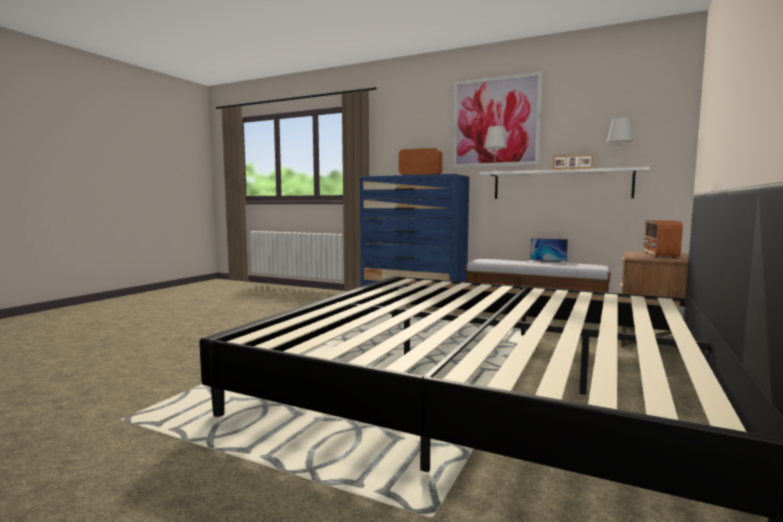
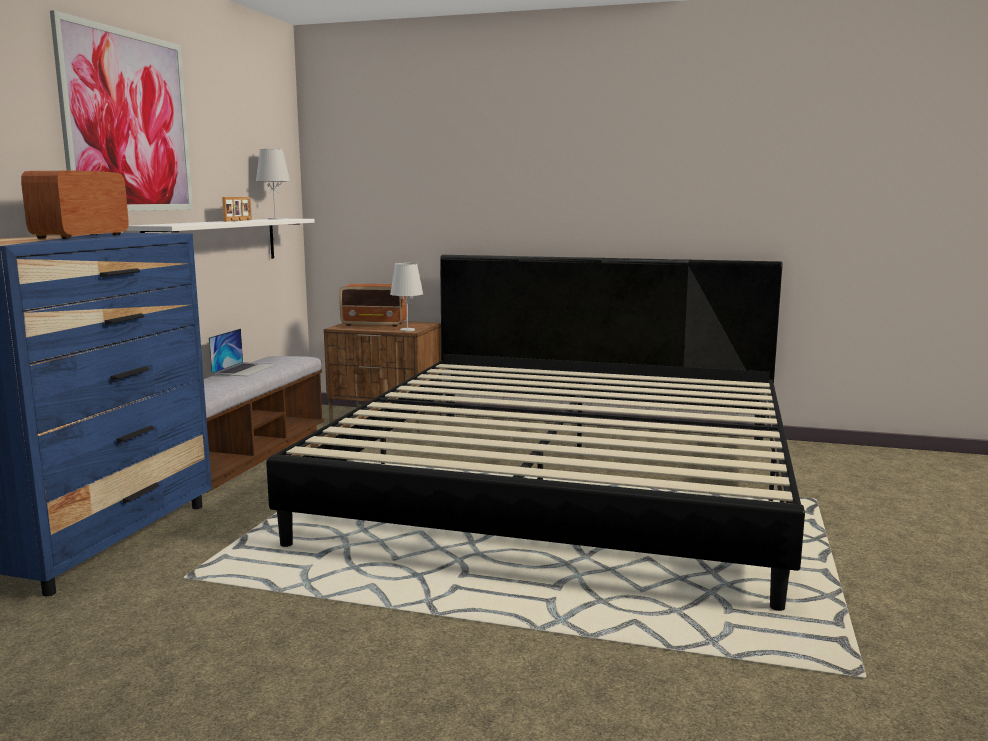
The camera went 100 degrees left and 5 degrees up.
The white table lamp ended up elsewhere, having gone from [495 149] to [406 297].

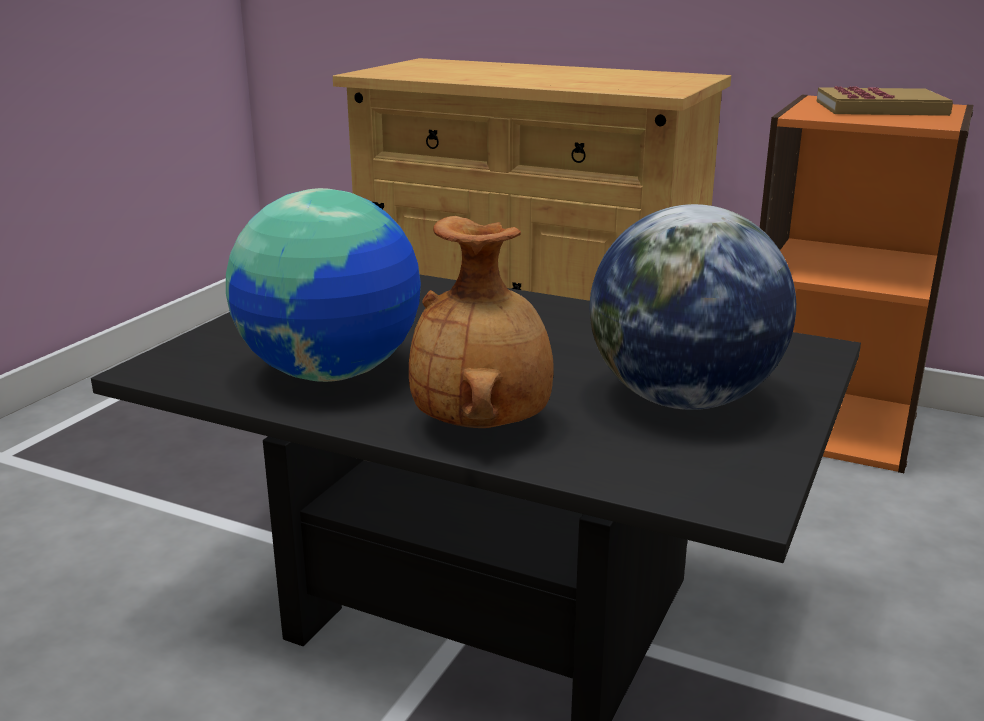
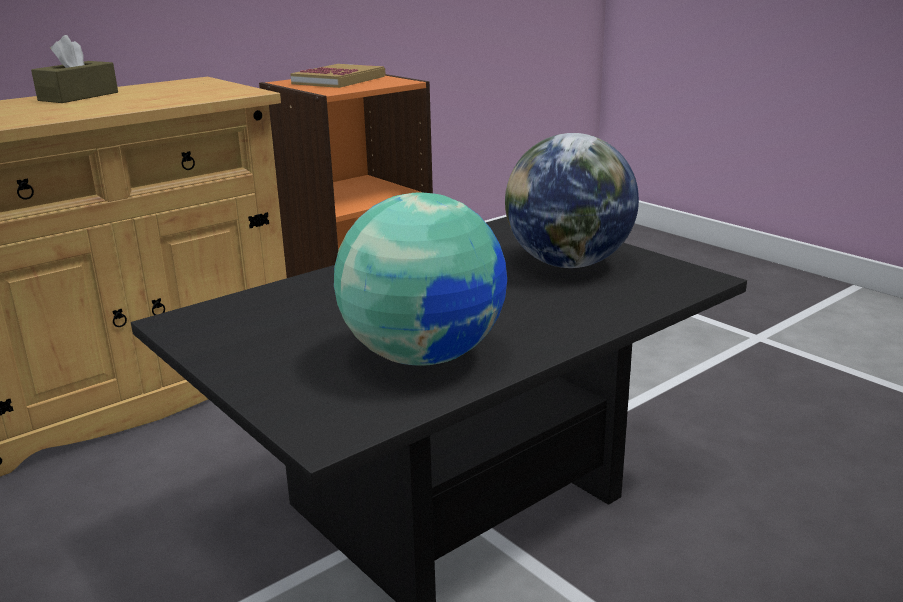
The camera went 65 degrees left and 0 degrees up.
The second view gained the brown tissue box at [74 69].
The second view lost the brown vase at [481 322].

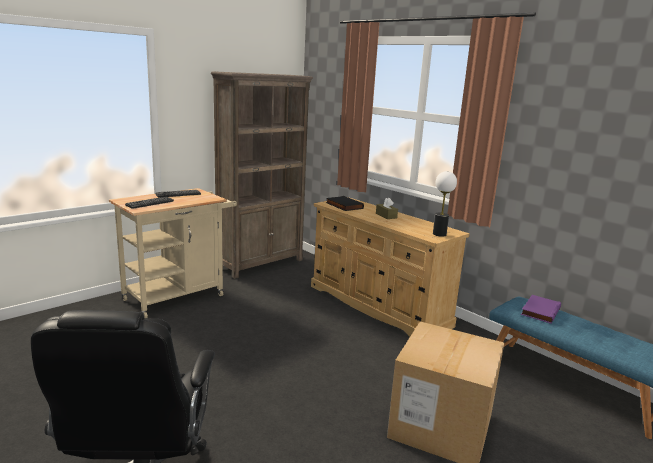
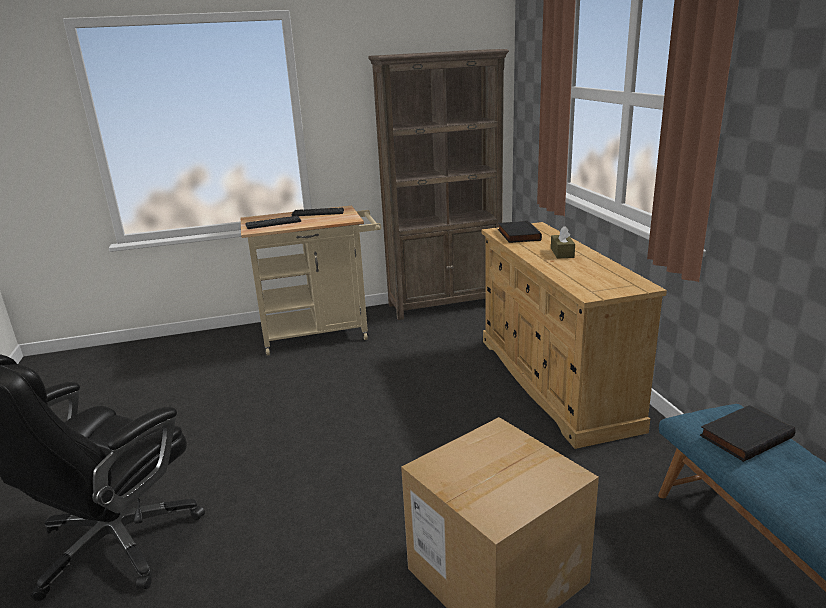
The camera went 30 degrees right and 5 degrees up.
What was the purple book at [541 309] turned into the black book at [747 433].
The second view lost the table lamp at [445 204].

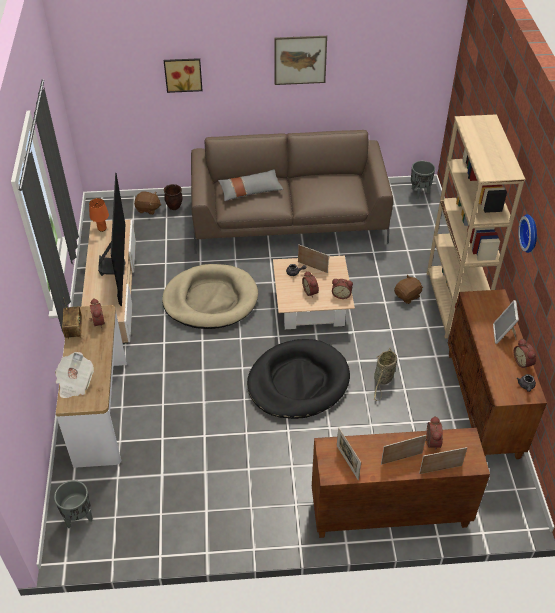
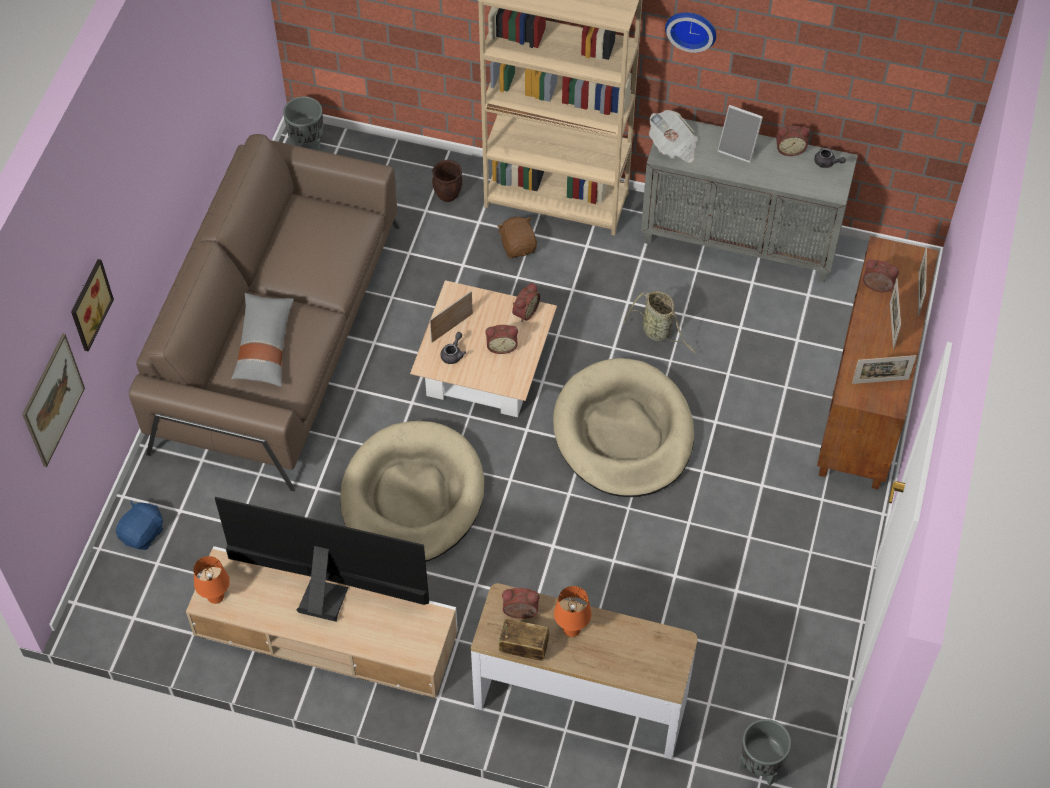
The camera went 70 degrees left and 10 degrees up.
The picture ended up elsewhere, having gone from [300 60] to [53 400].
What was the brown plush toy at [147 203] turned into the blue plush toy at [139 525].
The brown planter ended up elsewhere, having gone from [173 197] to [447 181].
What was the black dog bed at [298 379] turned into the beige dog bed at [623 427].
The second view gained the orange table lamp at [573 611].
What was the brown cabinet at [497 374] turned into the grey cabinet at [749 200].
The newspaper ended up elsewhere, having gone from [74 375] to [673 136].

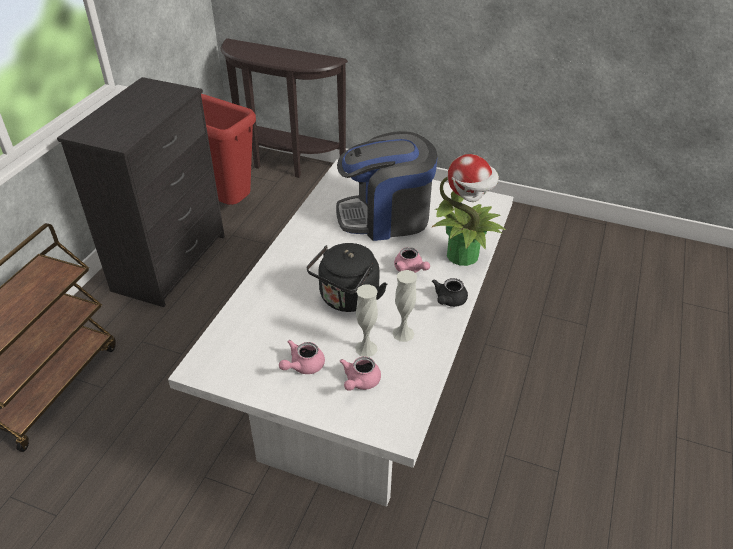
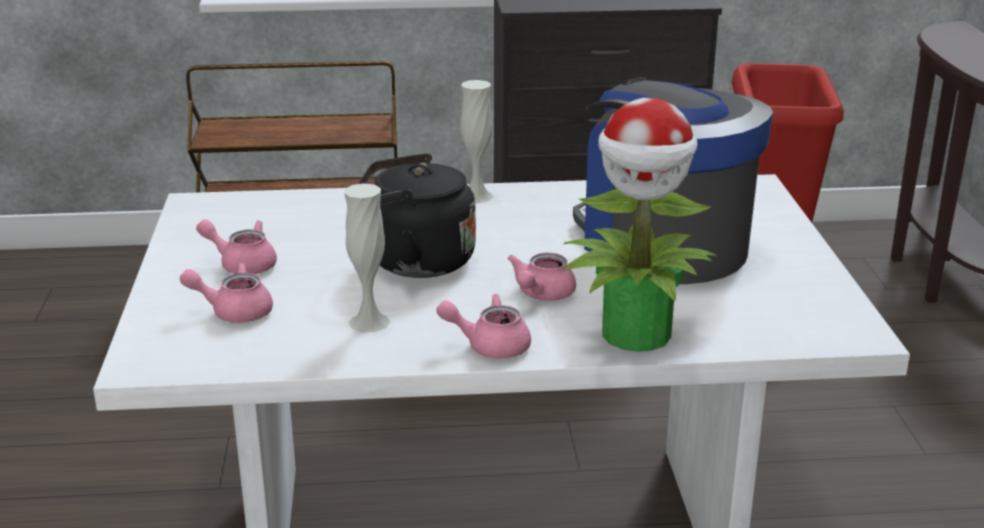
The camera went 65 degrees right and 15 degrees down.
What was the black teapot at [450 292] turned into the pink teapot at [483 326].
The white vase ended up elsewhere, having gone from [366 320] to [477 141].

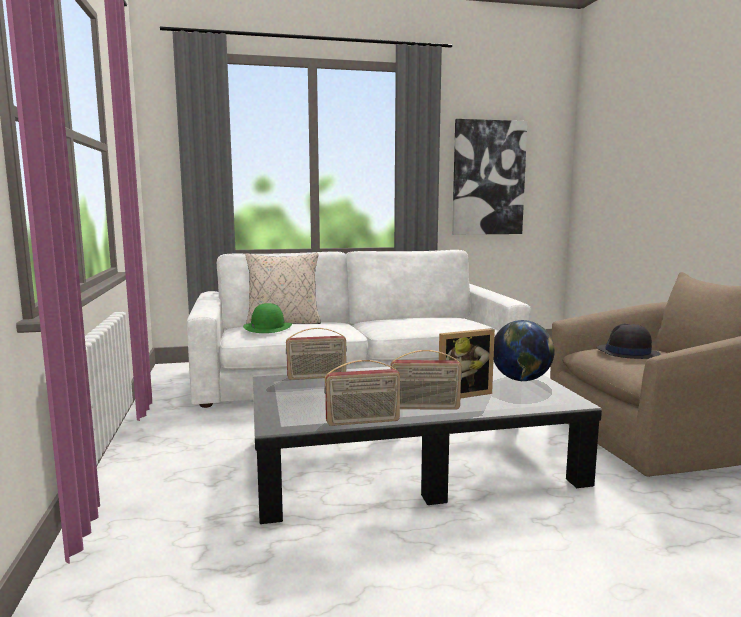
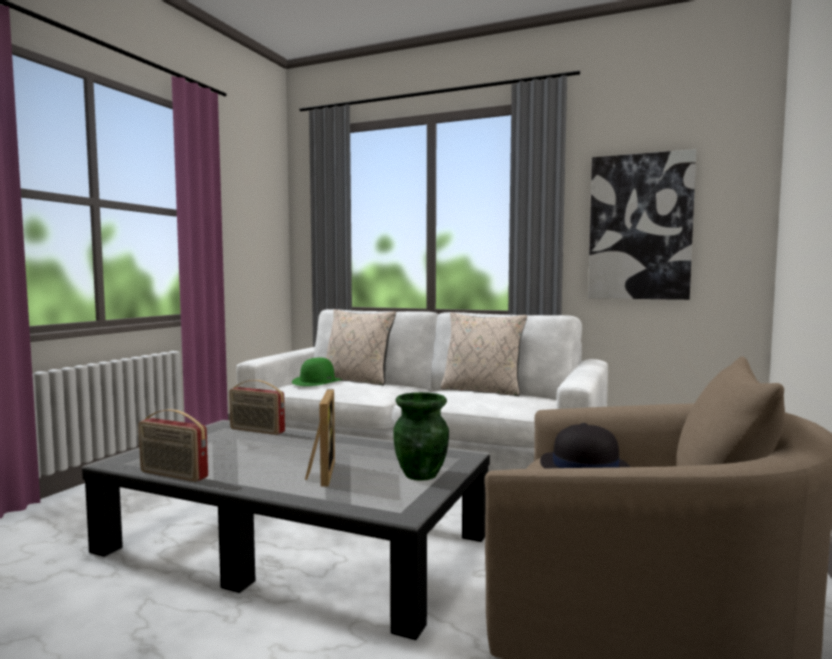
The camera went 35 degrees right and 5 degrees down.
The picture frame at [467 363] ended up facing another way, 105 degrees counterclockwise from before.
Where the globe stood at [524 351], the green vase came to stand at [421 436].
The second view gained the beige pillow at [484 354].
The second view lost the radio at [426 380].

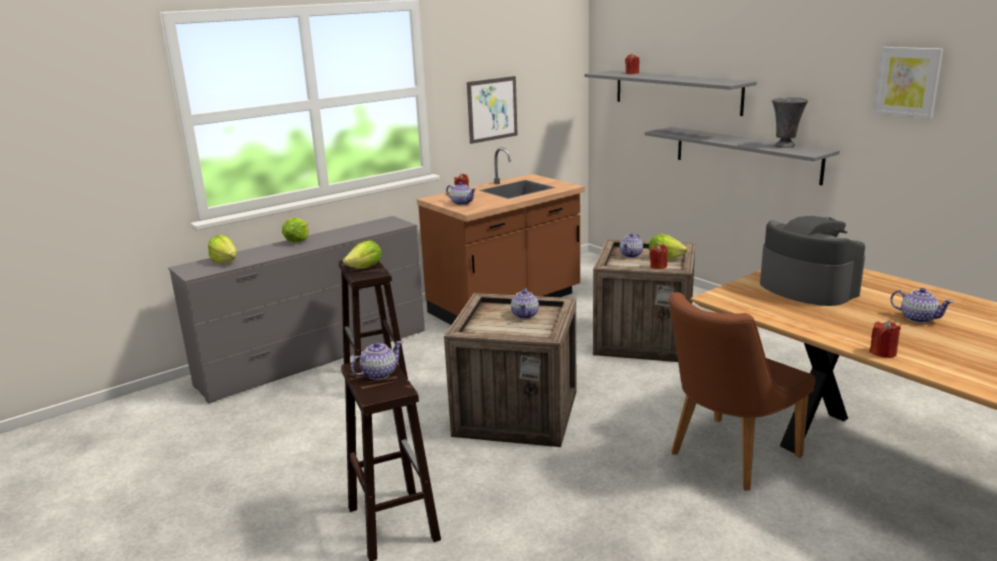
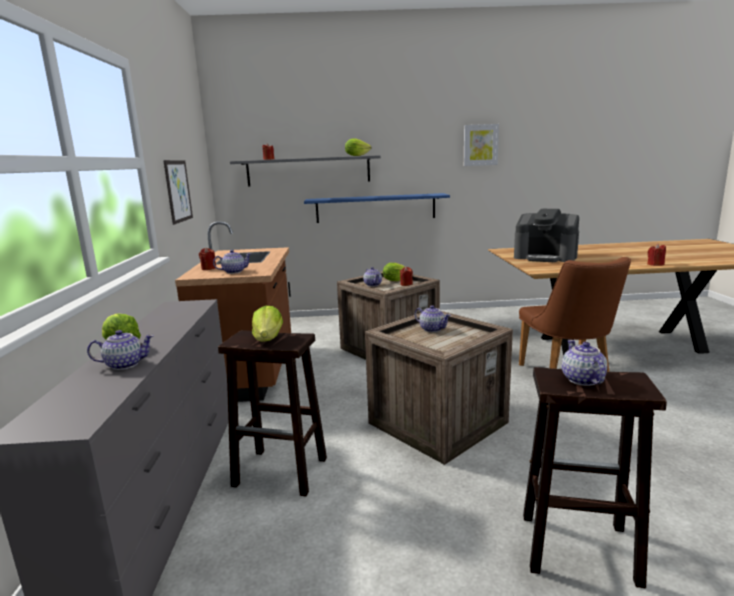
The camera went 55 degrees left and 5 degrees down.
The teapot ended up elsewhere, having gone from [921 305] to [120 350].
What was the grey shelf at [742 156] turned into the blue shelf at [377 208].
The lettuce ended up elsewhere, having gone from [222 249] to [358 147].
The coffee machine at [812 261] ended up facing another way, 150 degrees counterclockwise from before.
The second view lost the grey vase at [790 122].

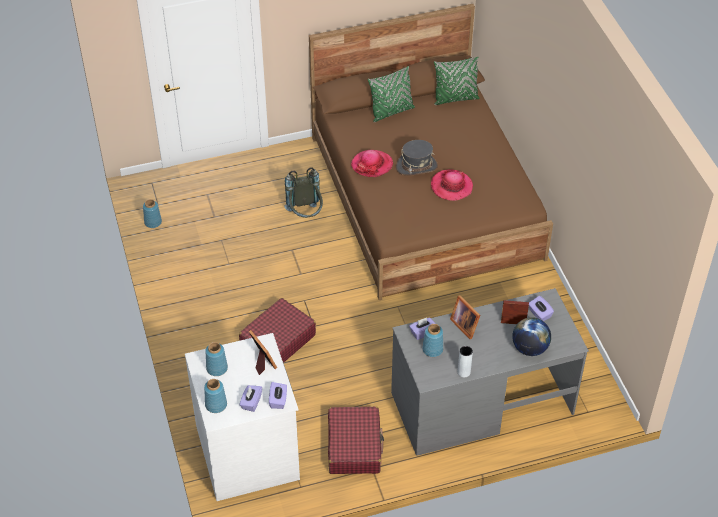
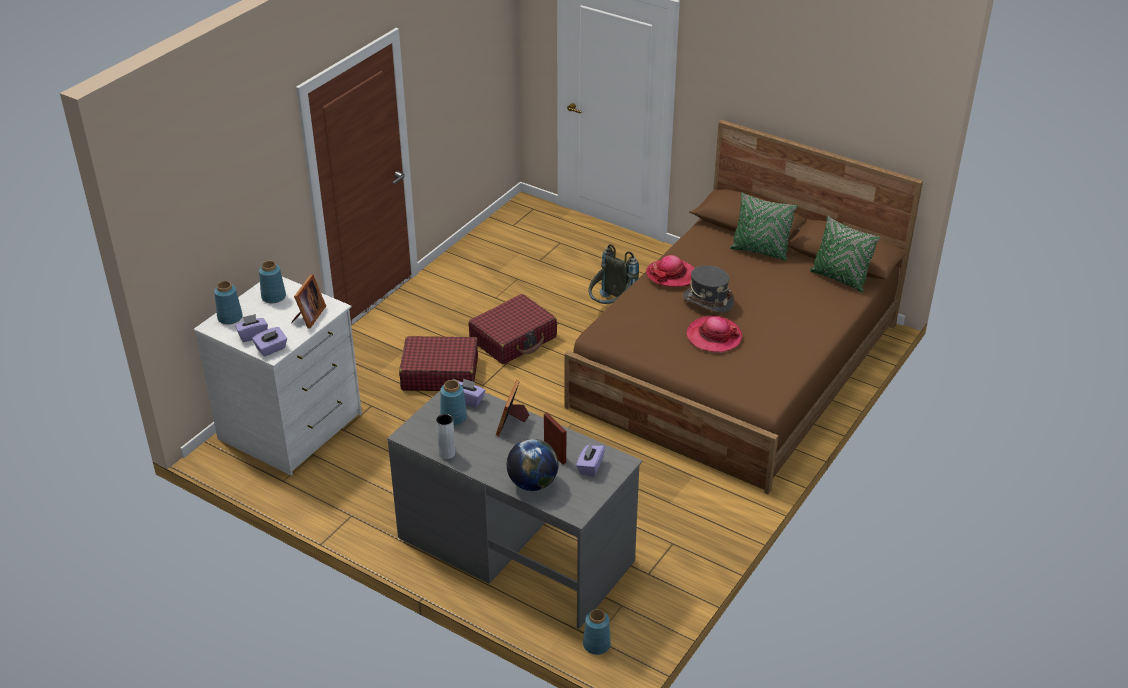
The camera went 50 degrees right and 10 degrees down.
The red suitcase ended up elsewhere, having gone from [356 440] to [512 329].
The blue vase ended up elsewhere, having gone from [152 213] to [597 632].

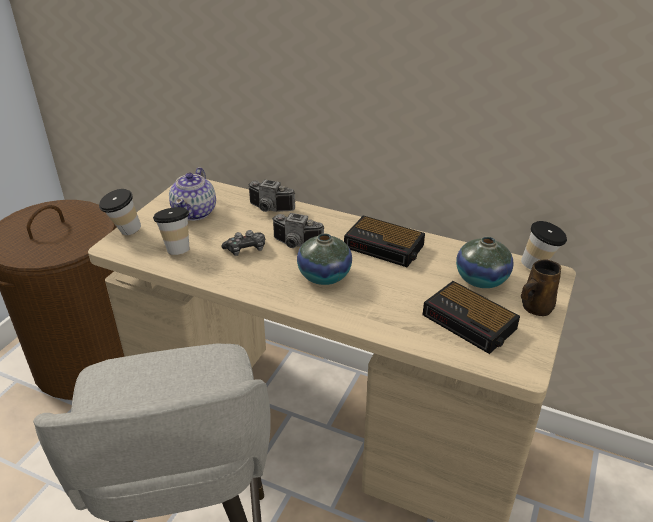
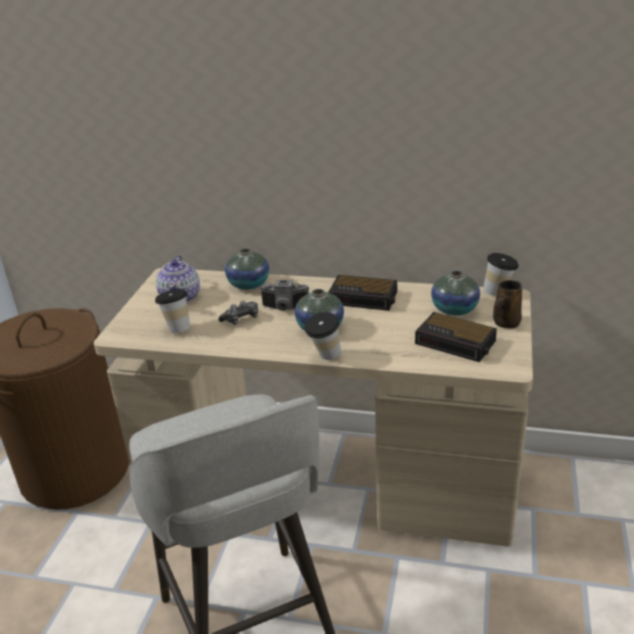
The camera went 10 degrees left and 5 degrees down.
Where the photo camera stood at [271 195], the vase came to stand at [247 269].
The cup ended up elsewhere, having gone from [120 212] to [322 336].

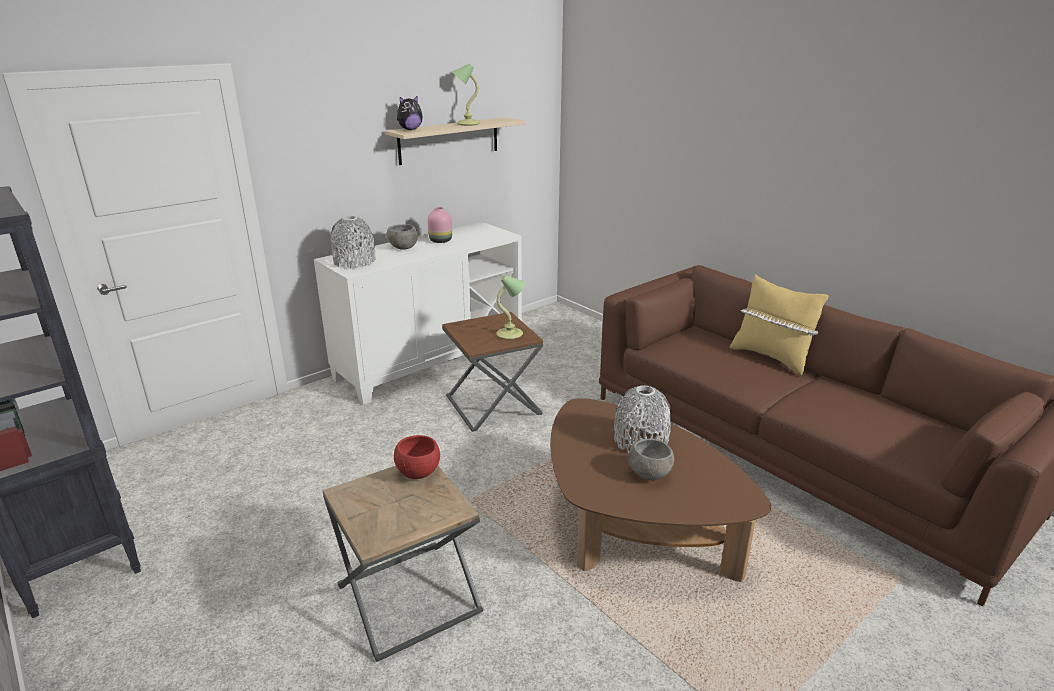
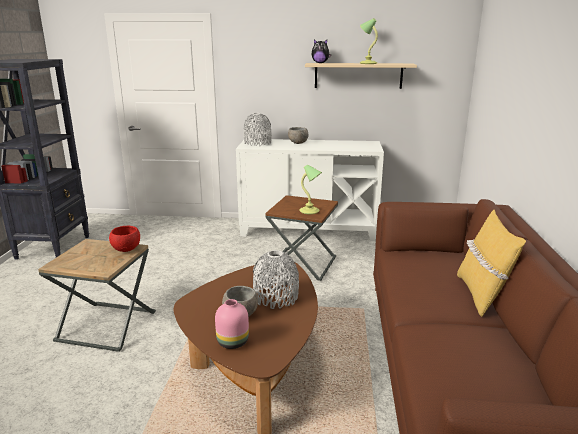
The camera went 45 degrees right and 5 degrees down.
The pink vase ended up elsewhere, having gone from [440 225] to [232 324].

